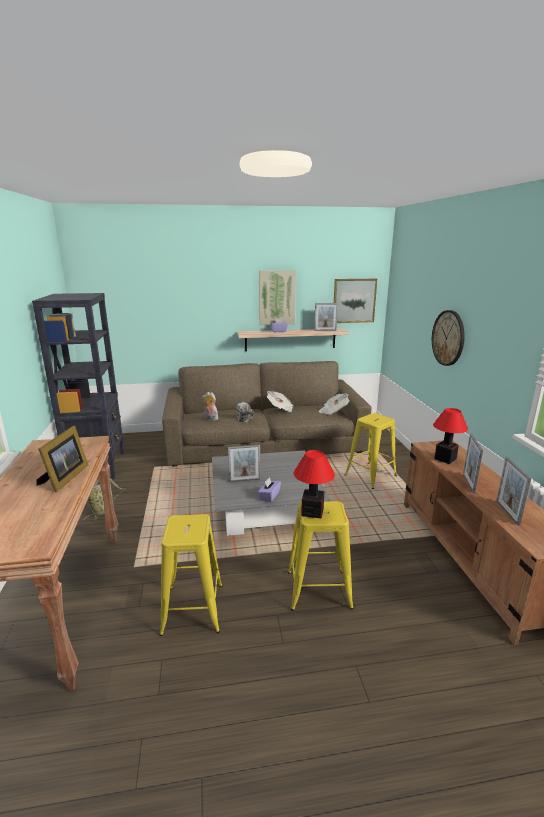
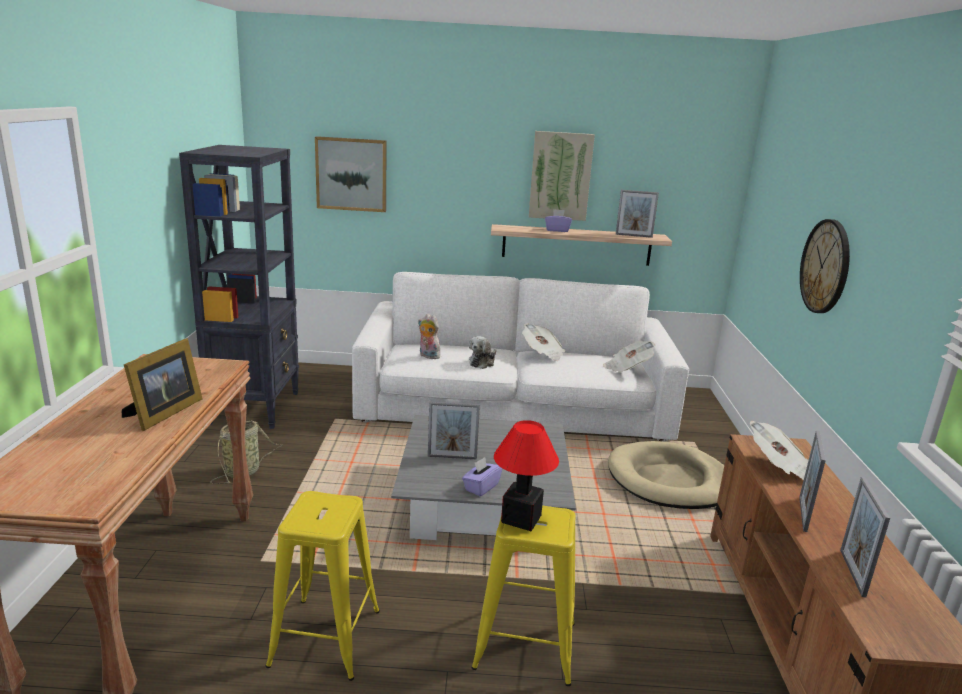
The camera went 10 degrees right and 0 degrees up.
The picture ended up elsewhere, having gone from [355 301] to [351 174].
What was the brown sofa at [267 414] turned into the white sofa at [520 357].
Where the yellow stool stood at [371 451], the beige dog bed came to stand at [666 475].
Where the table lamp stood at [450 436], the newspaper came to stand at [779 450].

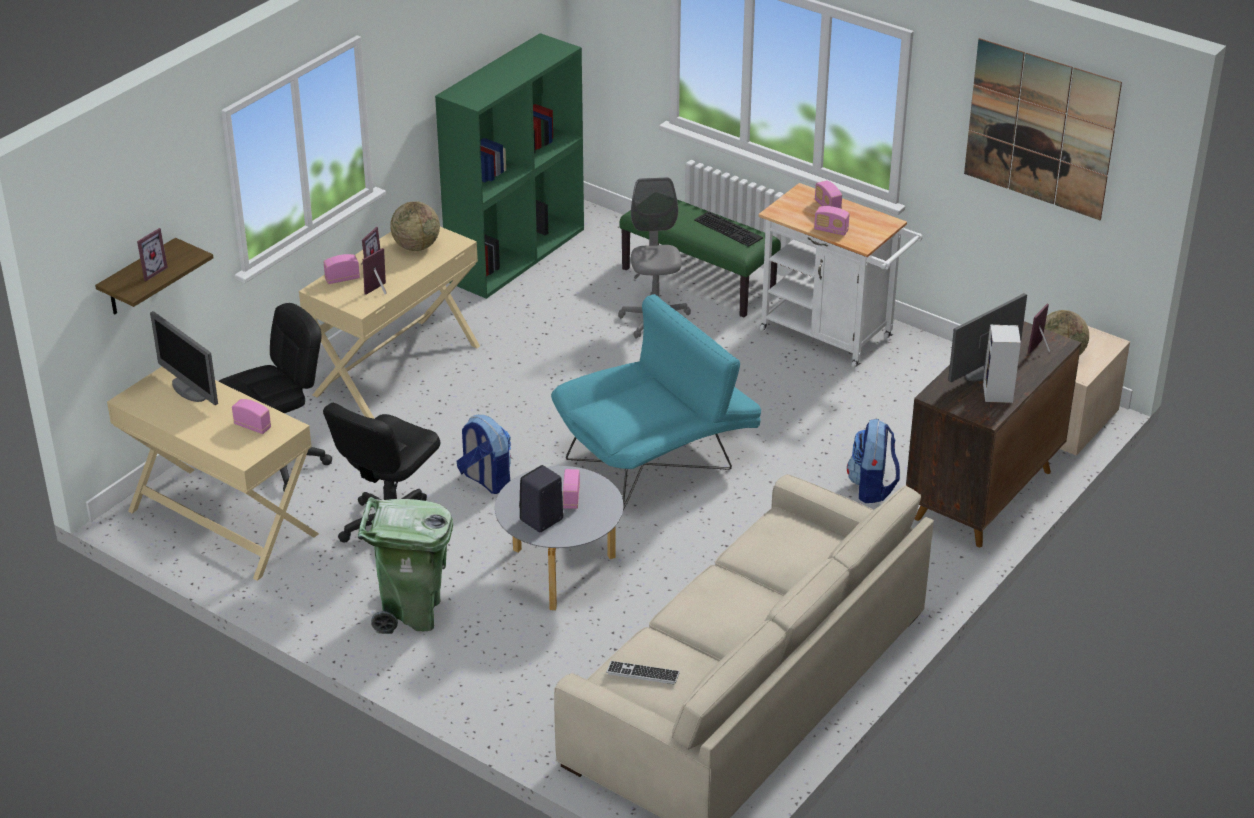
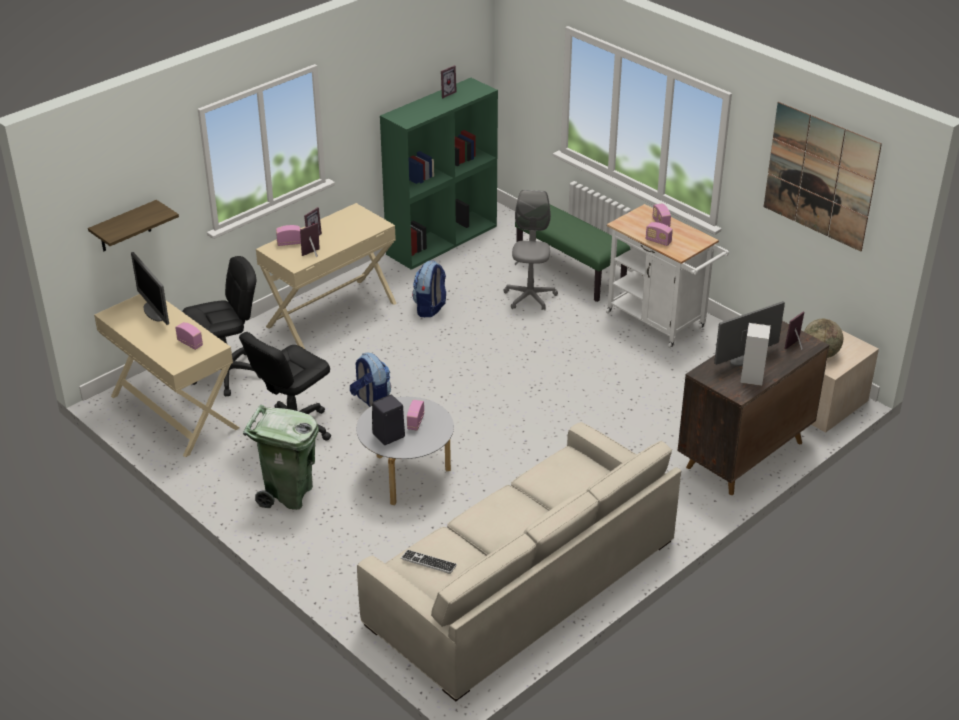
The camera went 10 degrees right and 0 degrees up.
The backpack ended up elsewhere, having gone from [873 461] to [429 289].
The picture frame ended up elsewhere, having gone from [152 254] to [449 81].
The second view lost the globe at [415 226].
The second view lost the turquoise armchair at [656 402].
The second view lost the keyboard at [728 229].

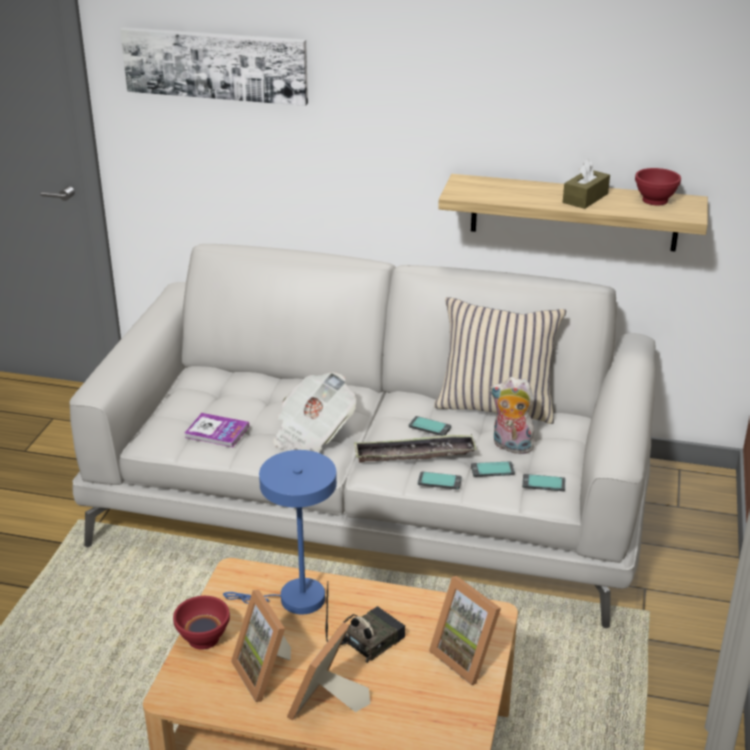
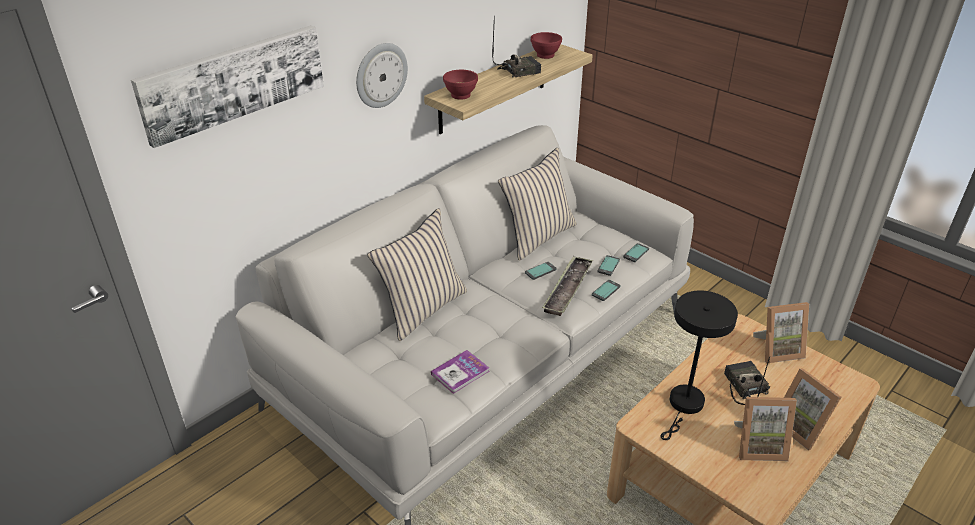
The camera went 60 degrees left and 5 degrees up.
The second view gained the wall clock at [382 75].
The second view gained the beige pillow at [417 274].
The red bowl ended up elsewhere, having gone from [201 623] to [460 85].
Where the brown tissue box stood at [586 184], the radio came to stand at [516 46].
What was the blue table lamp at [280 532] turned into the black table lamp at [699 365].
The second view lost the newspaper at [314 412].
The second view lost the plush toy at [512 415].

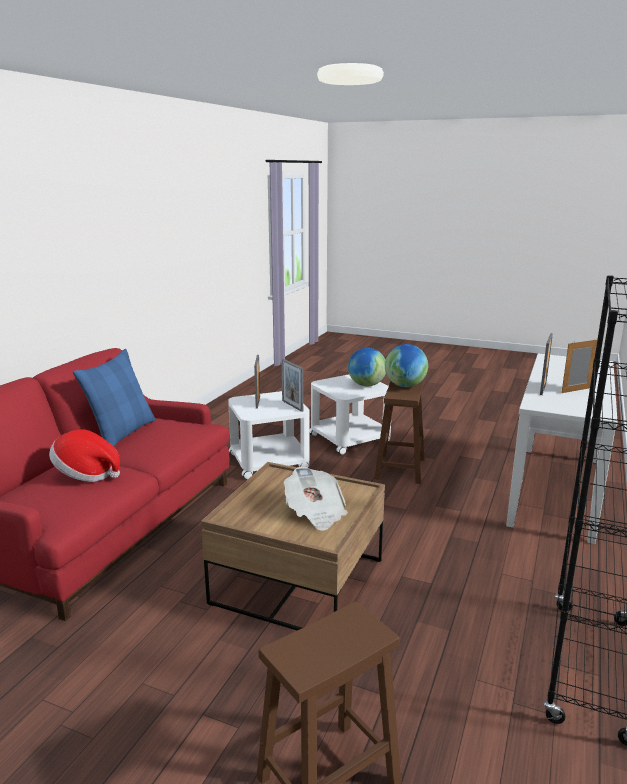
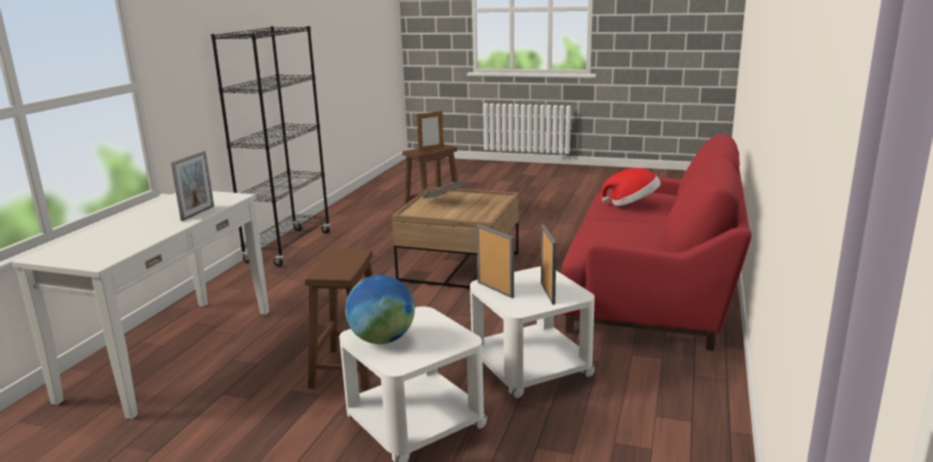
The camera went 175 degrees right and 0 degrees up.
The picture frame ended up elsewhere, having gone from [579 365] to [430 131].
The second view lost the blue pillow at [114 397].
The second view lost the globe at [406 365].

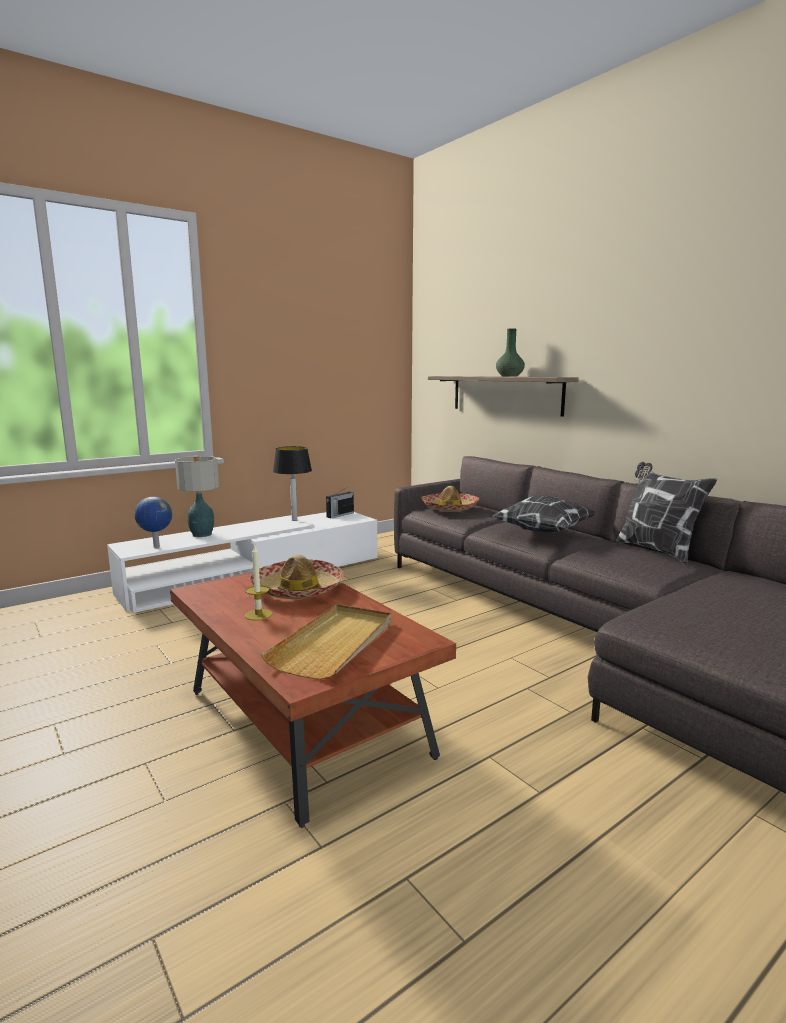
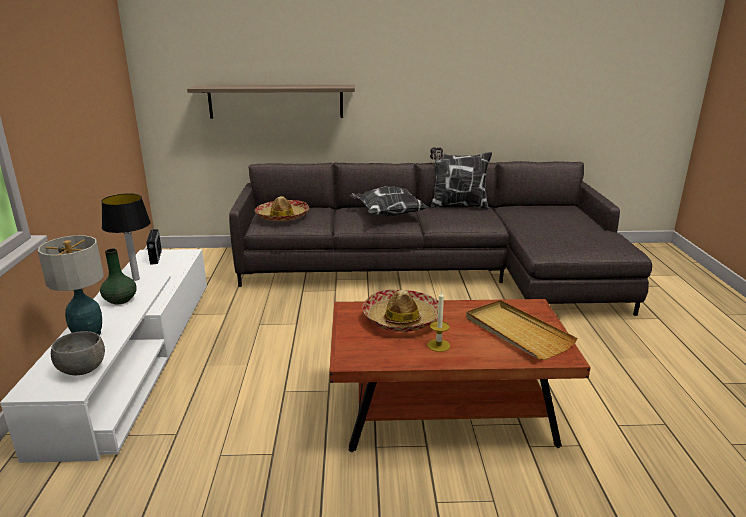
The camera went 55 degrees left and 10 degrees up.
Where the globe stood at [153 522], the grey bowl came to stand at [78 353].
The green vase ended up elsewhere, having gone from [510 352] to [118 277].

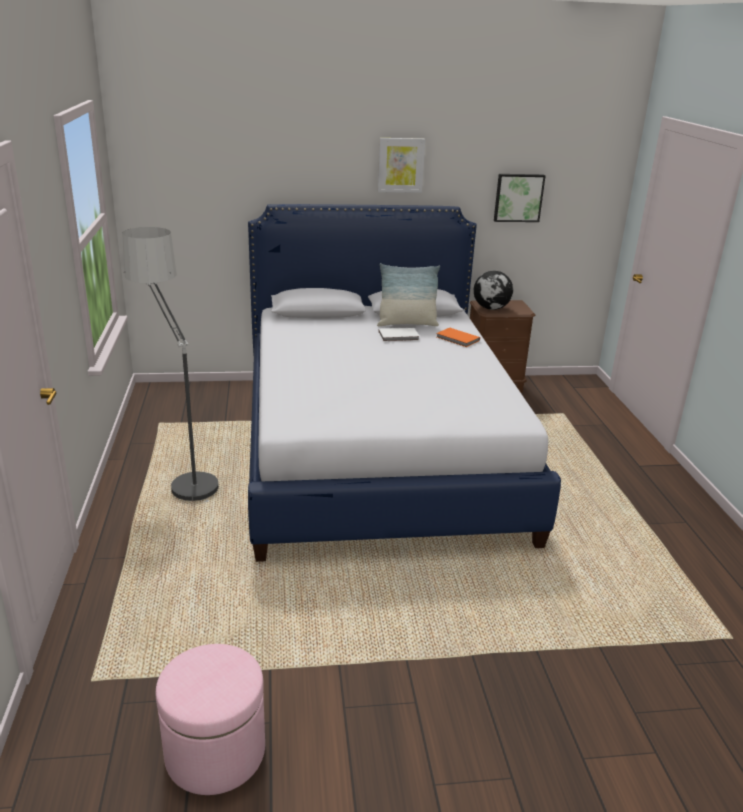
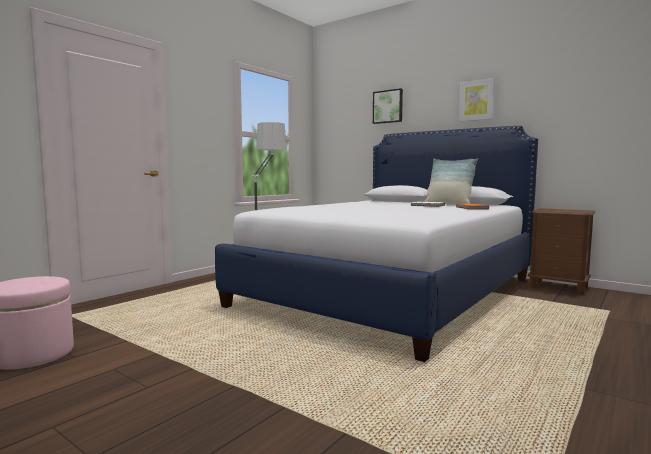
The camera went 45 degrees right and 20 degrees down.
The picture ended up elsewhere, having gone from [520 198] to [388 106].
The second view lost the globe at [493 290].

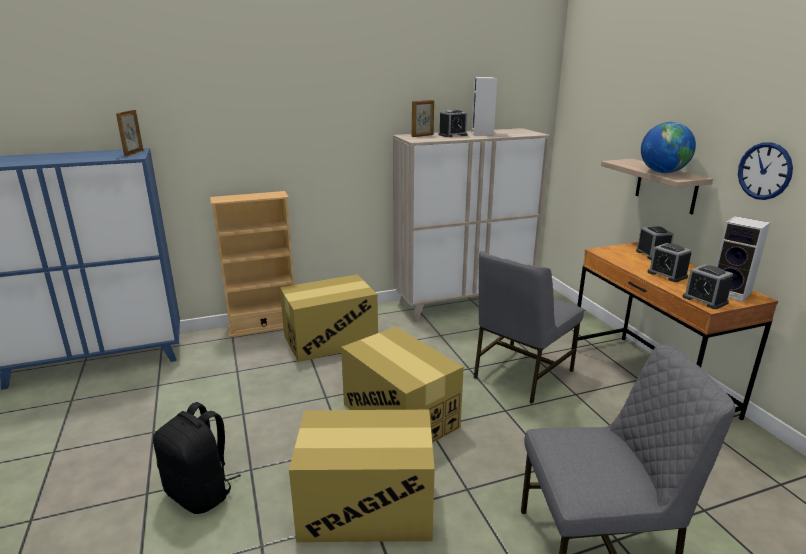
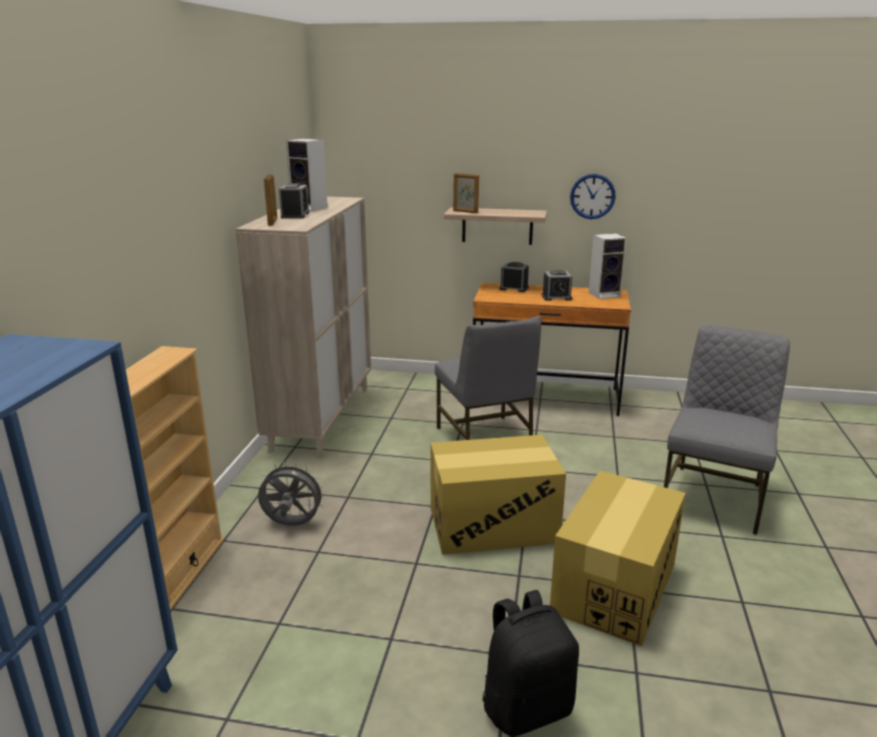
The camera went 60 degrees left and 0 degrees up.
Where the cardboard box stood at [329 318], the grey fan came to stand at [292 494].
The picture frame ended up elsewhere, having gone from [129 133] to [466 193].
The second view lost the globe at [668 147].
The second view lost the alarm clock at [707 286].

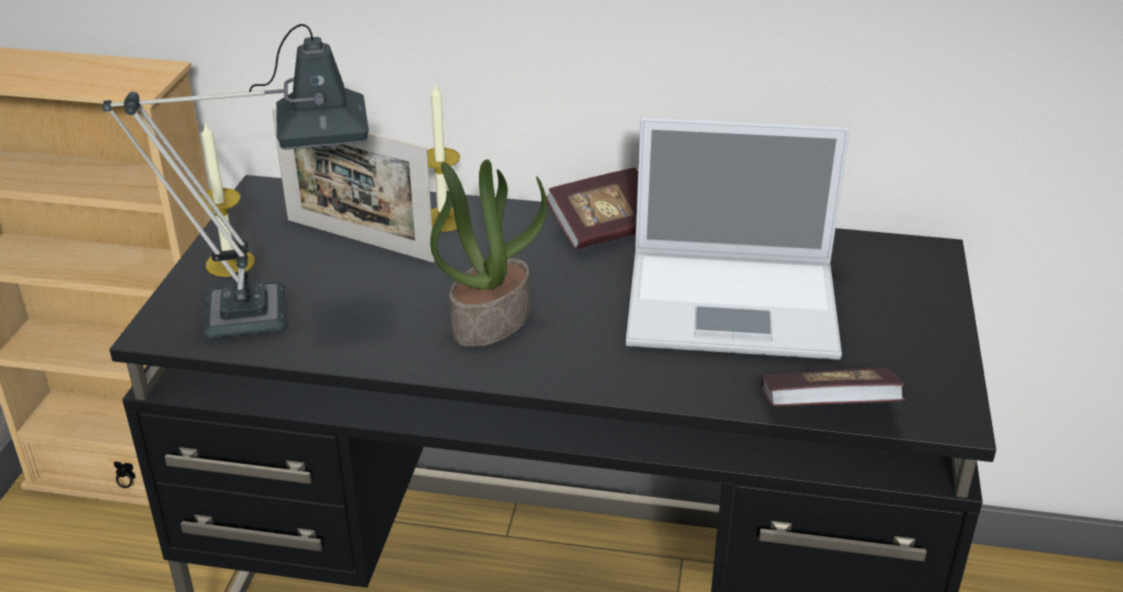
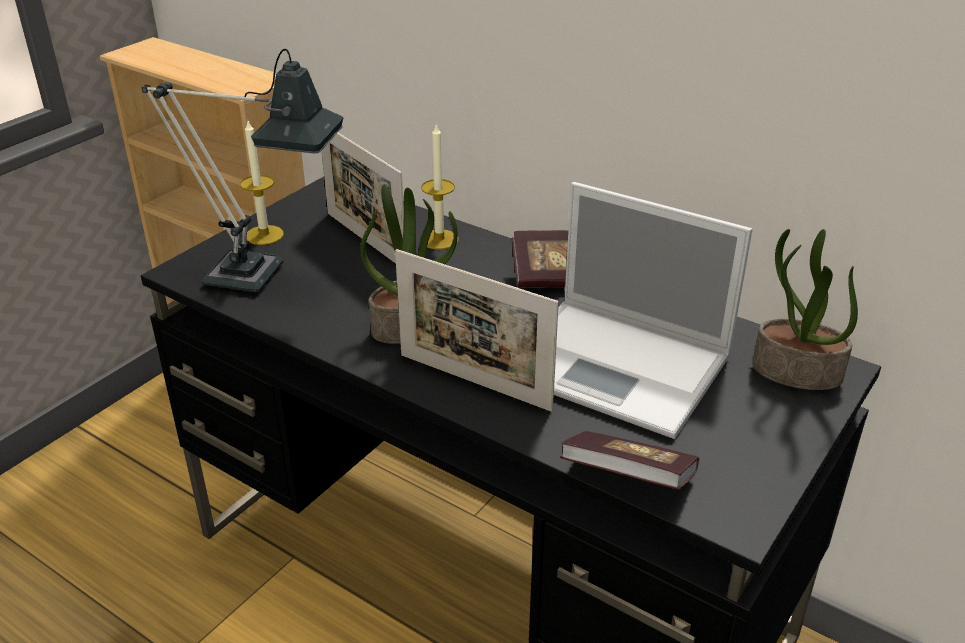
The camera went 25 degrees right and 0 degrees up.
The second view gained the picture frame at [477 330].
The second view gained the potted plant at [805 309].

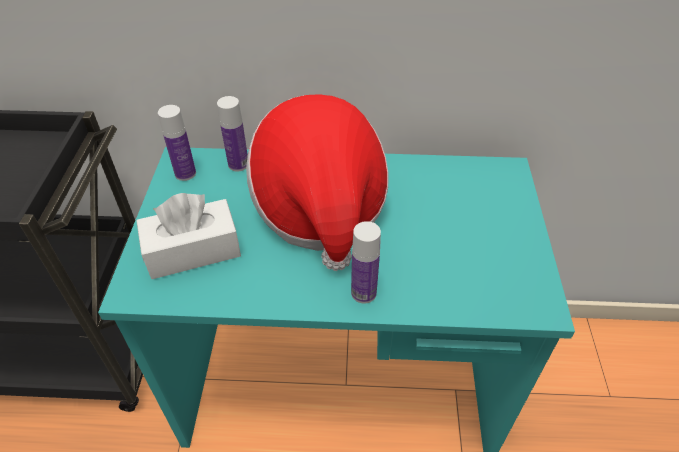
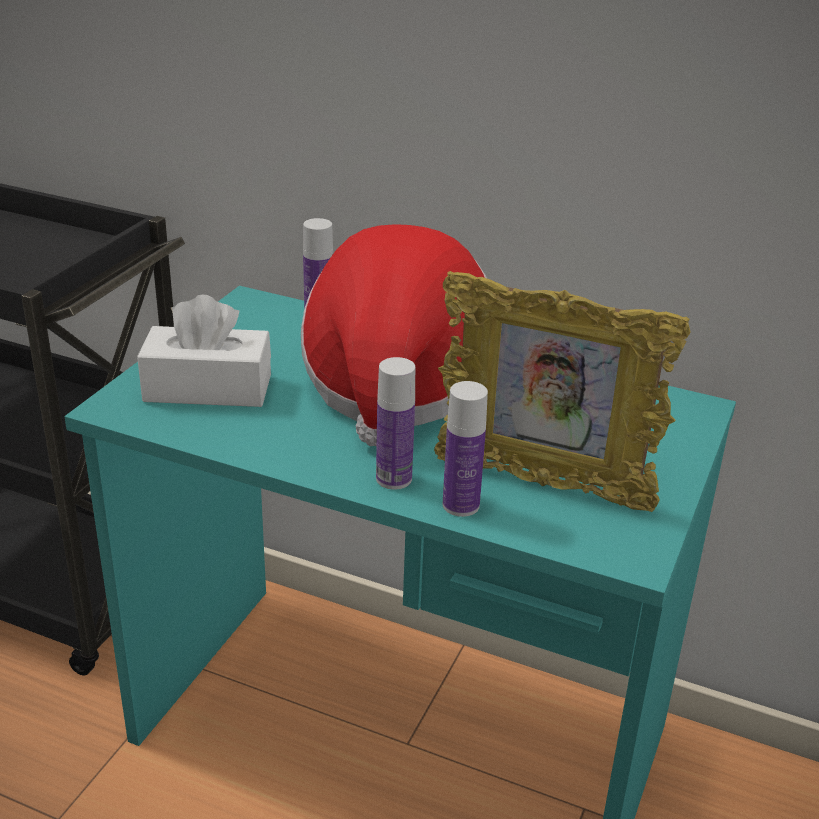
The camera went 20 degrees right and 15 degrees down.
The second view gained the picture frame at [562 391].
The bottle ended up elsewhere, having gone from [177 143] to [465 449].

